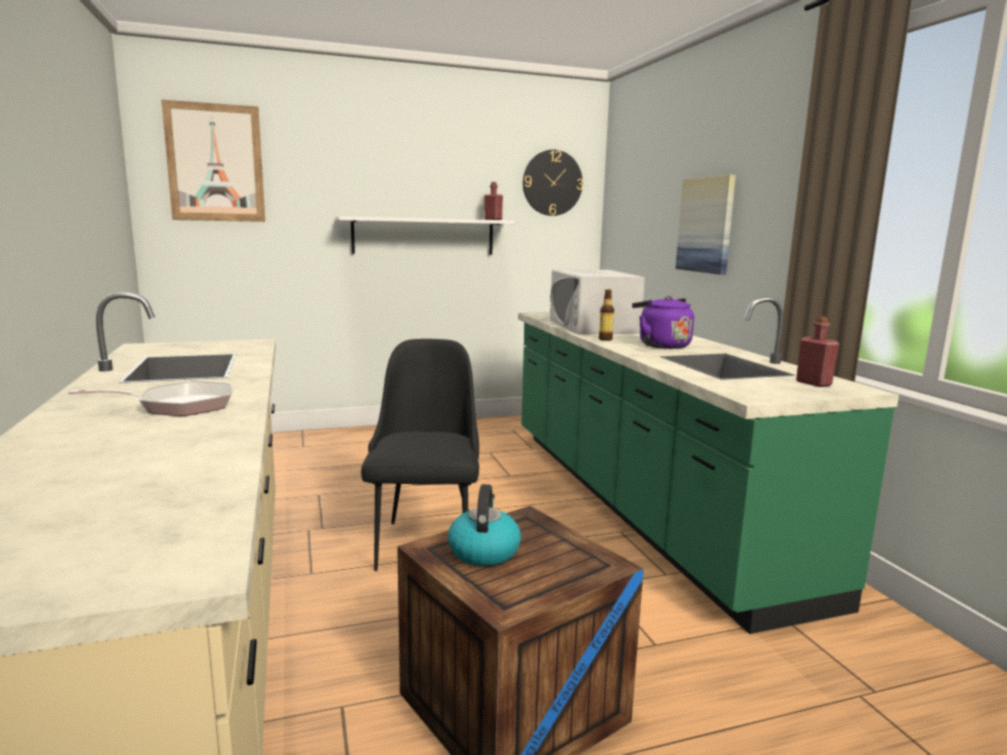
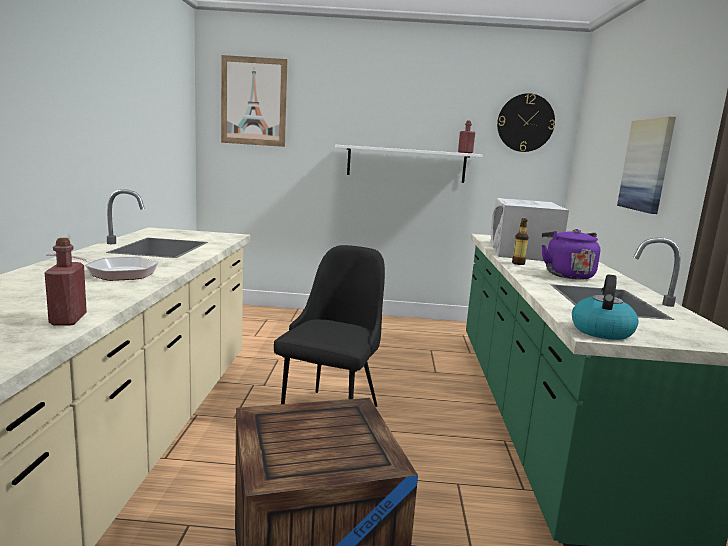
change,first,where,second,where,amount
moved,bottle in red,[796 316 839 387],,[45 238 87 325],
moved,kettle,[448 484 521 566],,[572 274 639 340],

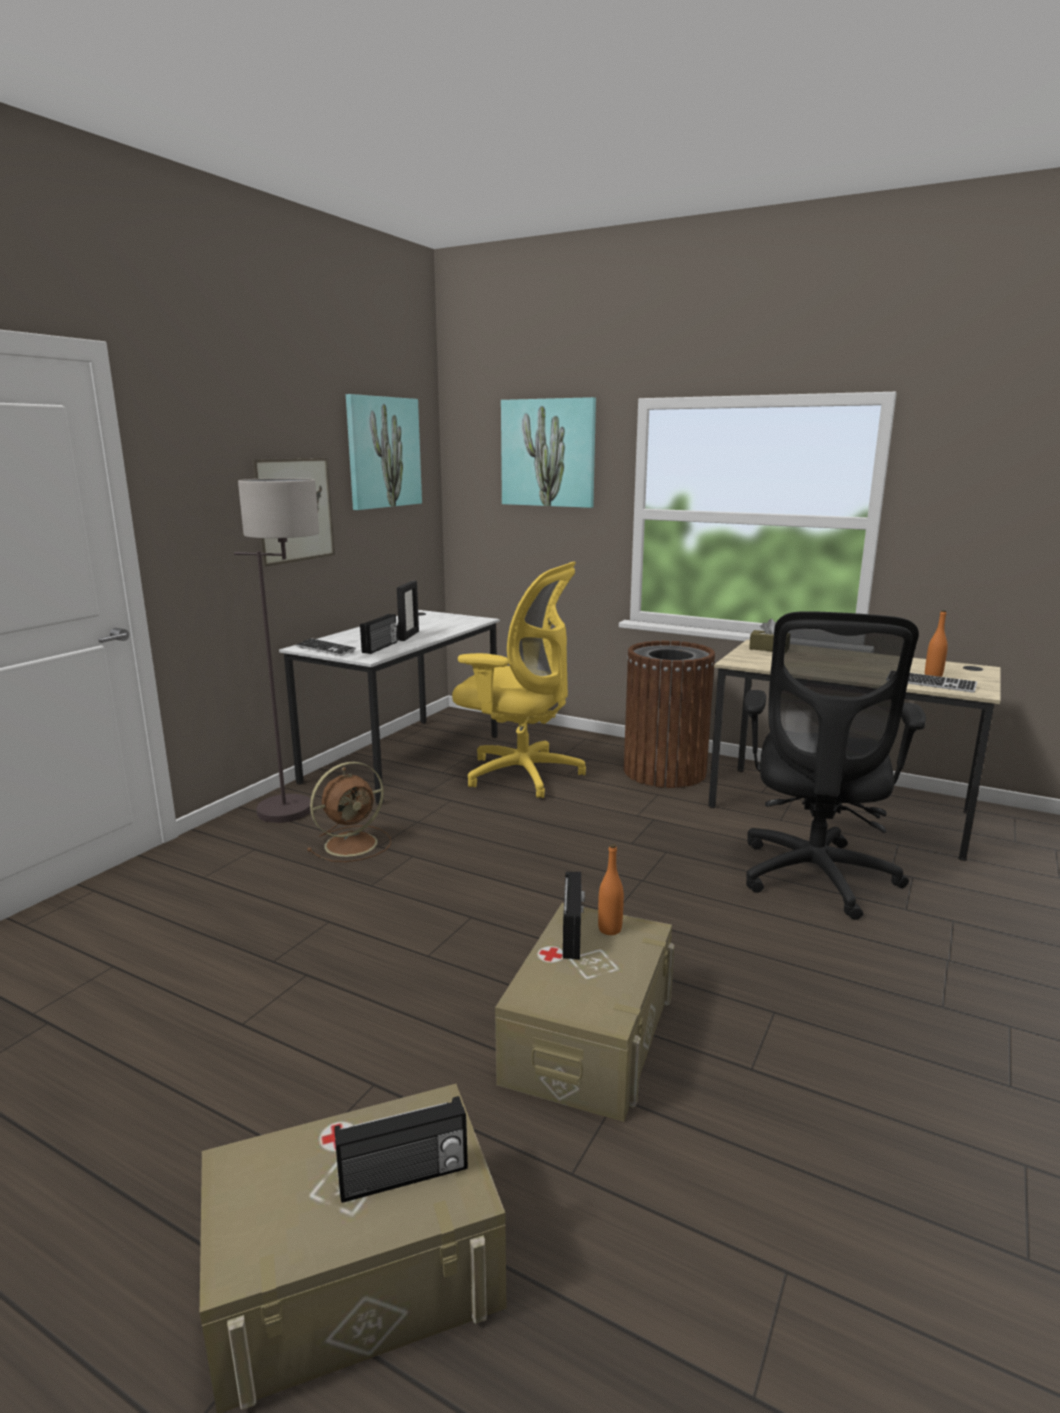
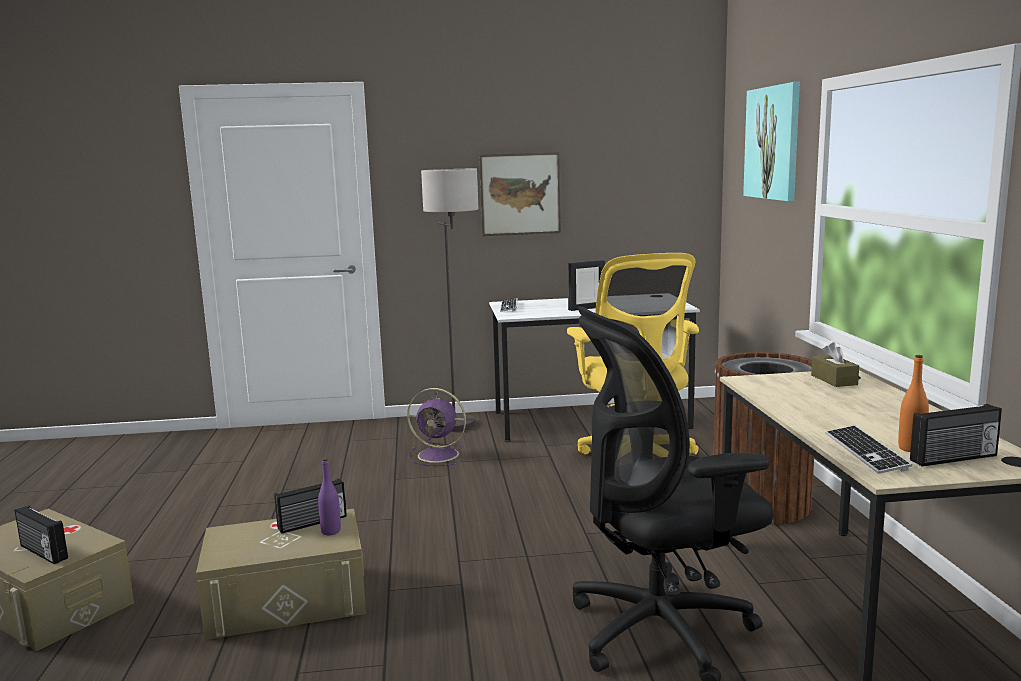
change,first,where,second,where,amount
recoloured,bottle in orange,[598 844 624 935],bottle in purple,[318 458 341 535],
recoloured,fan in brown,[307 762 391 862],fan in purple,[407 388 470 466],
moved,radio,[360 614 397 654],,[910 404 1002 467],
removed,picture,[346 394 422 510],,,

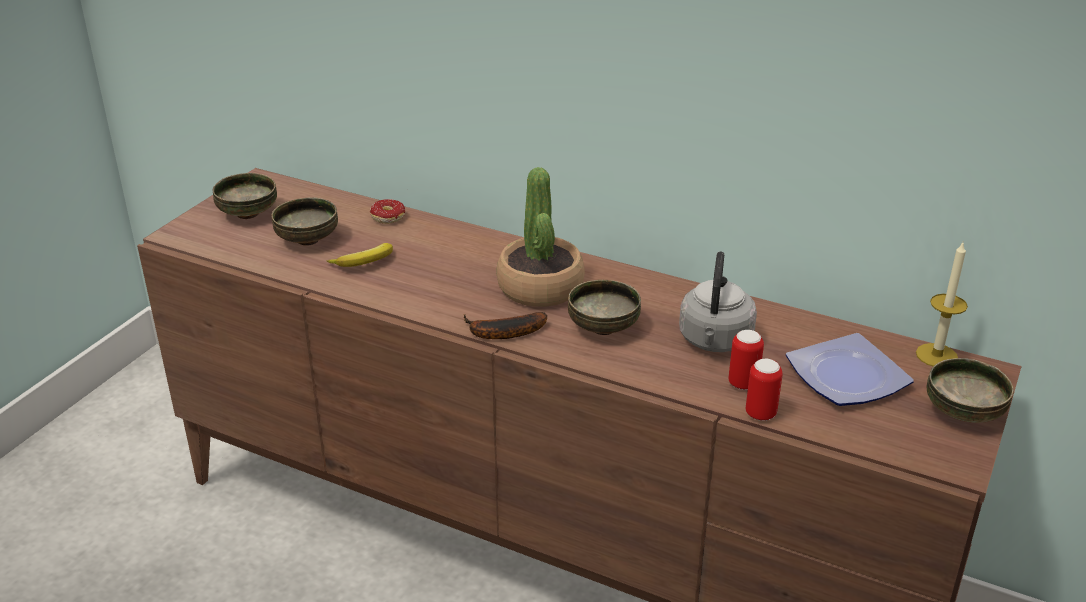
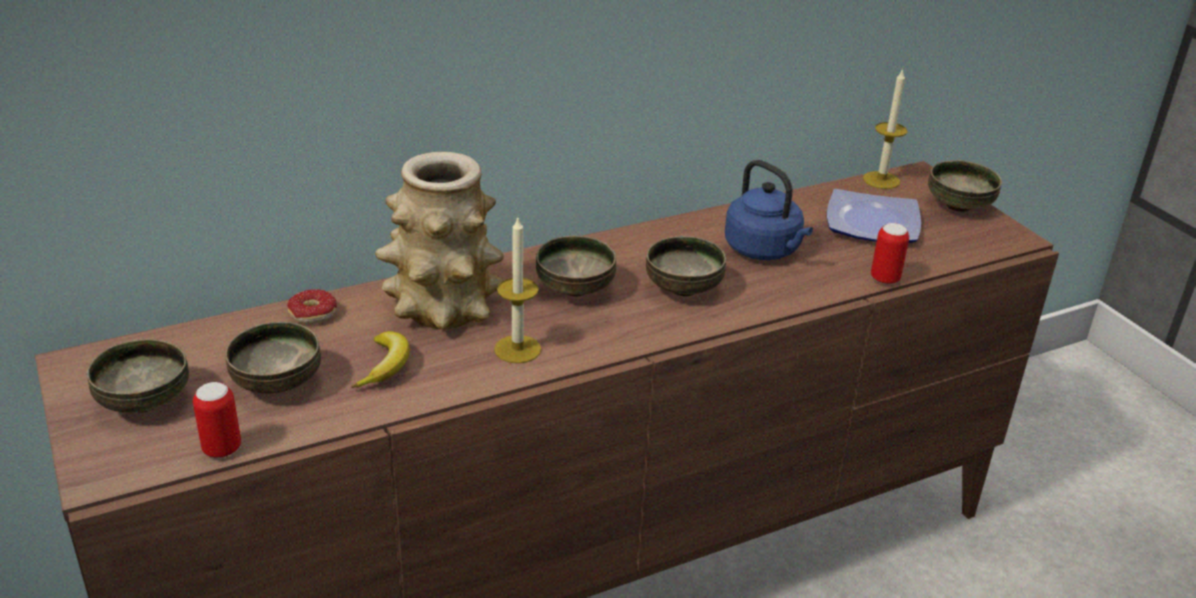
change,first,where,second,where,amount
moved,can,[728 330 764 390],,[193 382 241 458],
added,,,vase,[375 152 504 329],
added,,,candle,[494 218 541 364],
replaced,potted plant,[497 167 585 307],bowl,[536 236 616 297],
recoloured,kettle in grey,[679 251 757 352],kettle in blue,[725 160 813 260],
removed,banana,[464 312 547 339],,,

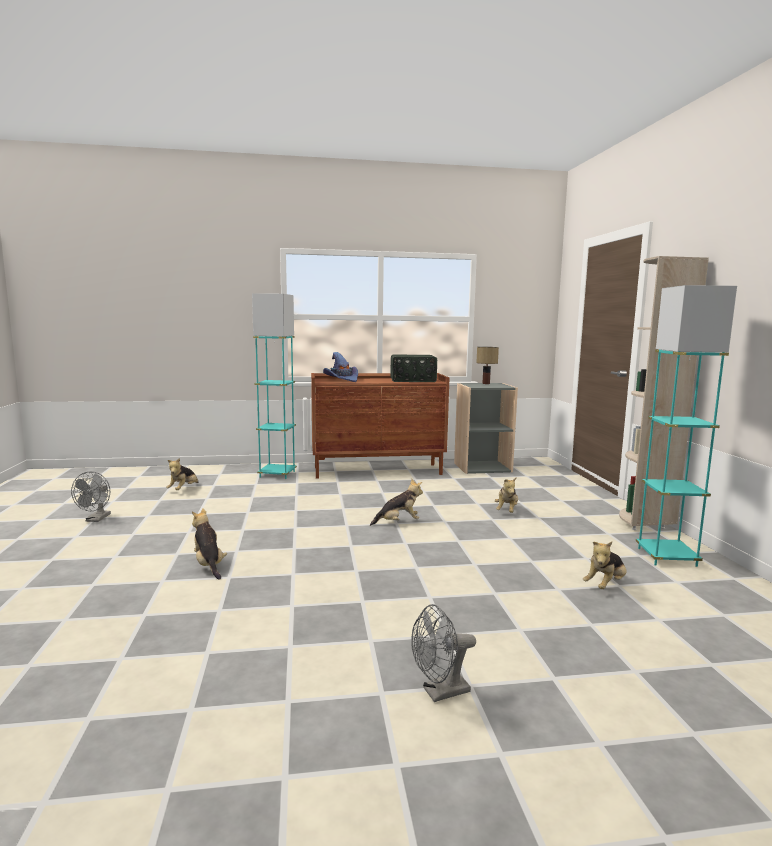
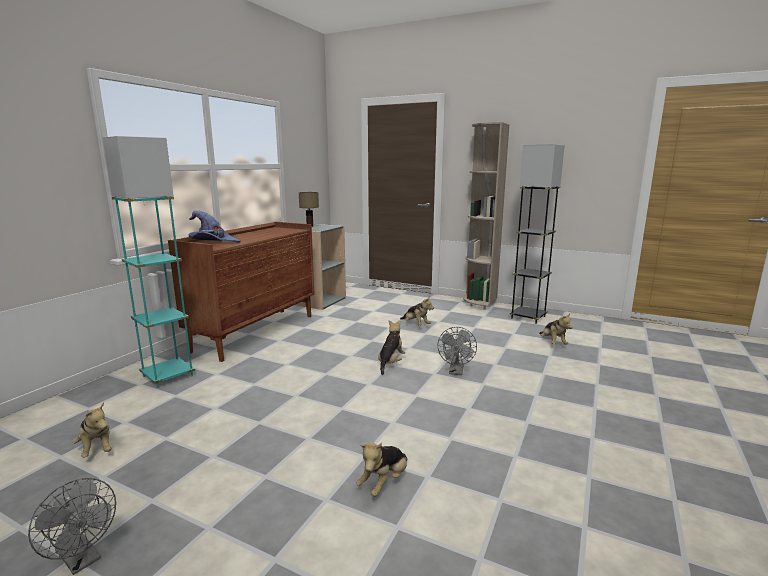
change,first,where,second,where,amount
turned,plush toy,[192 508 227 580],,[356 443 408 497],60 degrees counterclockwise
moved,fan in grey,[411 604 476 702],,[437 327 477 375],
recoloured,floor lamp in turquoise,[636 285 737 567],floor lamp in black,[510 144 565 324],
removed,radio,[390 354 437 382],,,

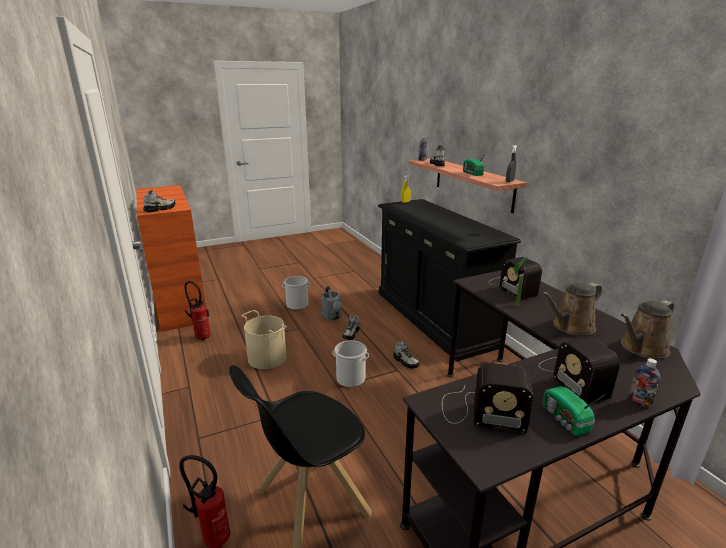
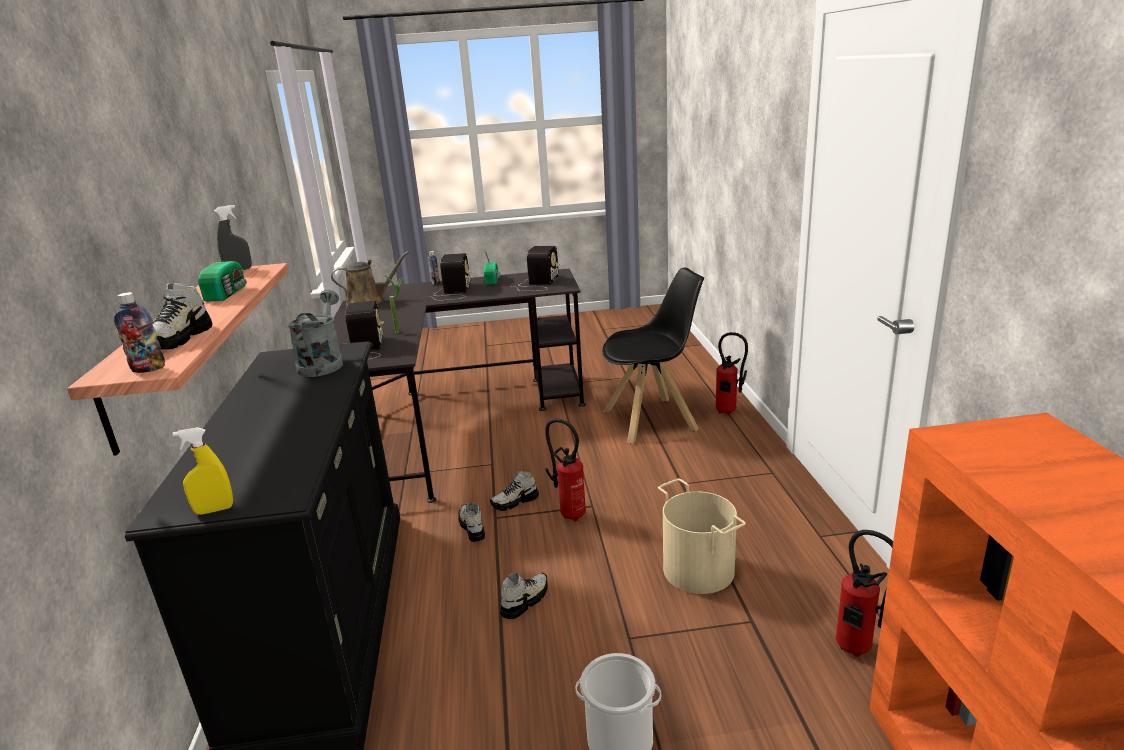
change,first,where,second,where,amount
moved,watering can in grey,[321 286 342 320],,[288 290 343 377],
moved,shoe,[143 190 176 212],,[490 470 539 511],
turned,radio,[442 363 534 433],,[511 246 560 291],75 degrees clockwise
replaced,bucket,[332 340 369 388],fire extinguisher,[545 419 586 521],
removed,watering can in brown,[542 283 602 335],,,

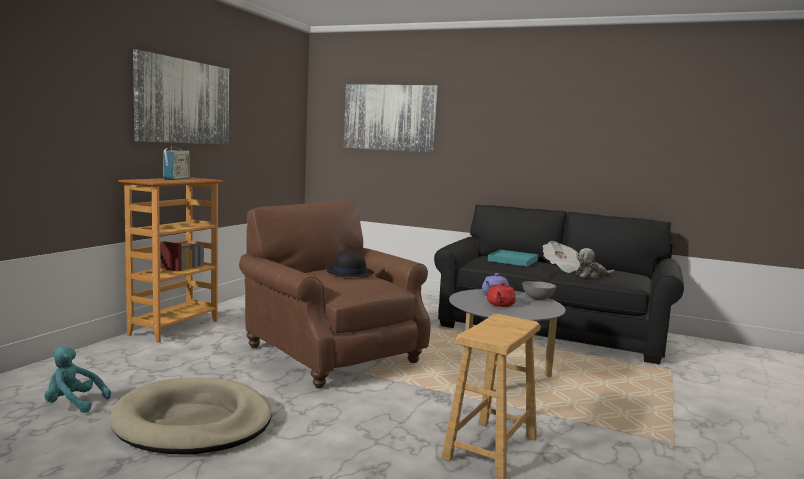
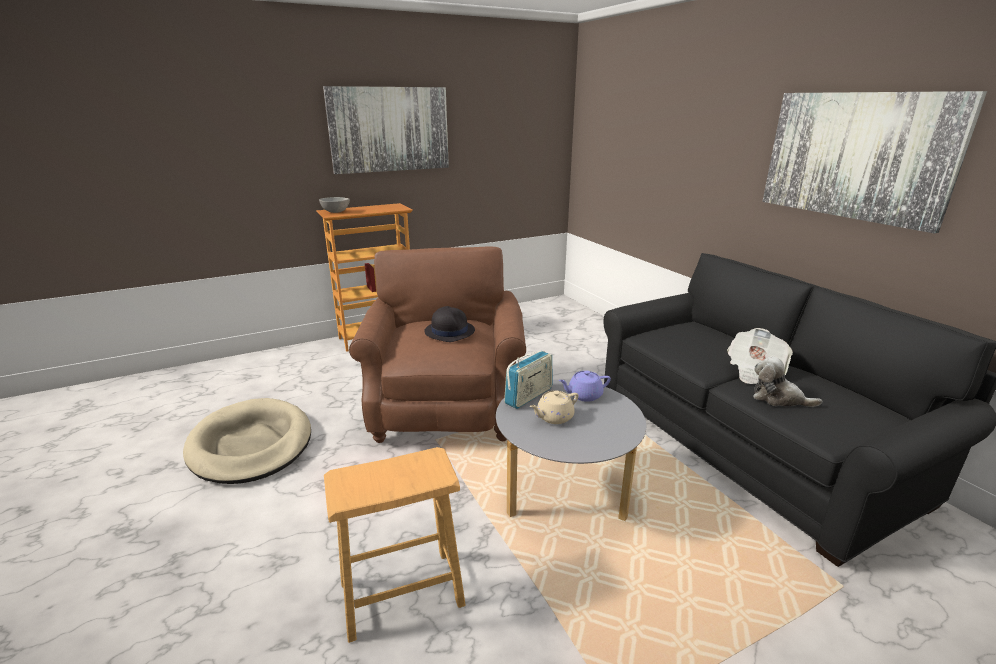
change,first,where,second,where,amount
moved,bowl in grey,[522 281 556 300],,[319 197 350 213],
moved,radio,[163 143 190 180],,[504 351 552 409],
recoloured,teapot in red,[487 282 516 307],teapot in beige,[530 390 578 424],
moved,picture,[344 84 438 153],,[762 91 987 234],
removed,plush toy in turquoise,[44 346 111 413],,,
removed,tray in turquoise,[488 250 538 267],,,

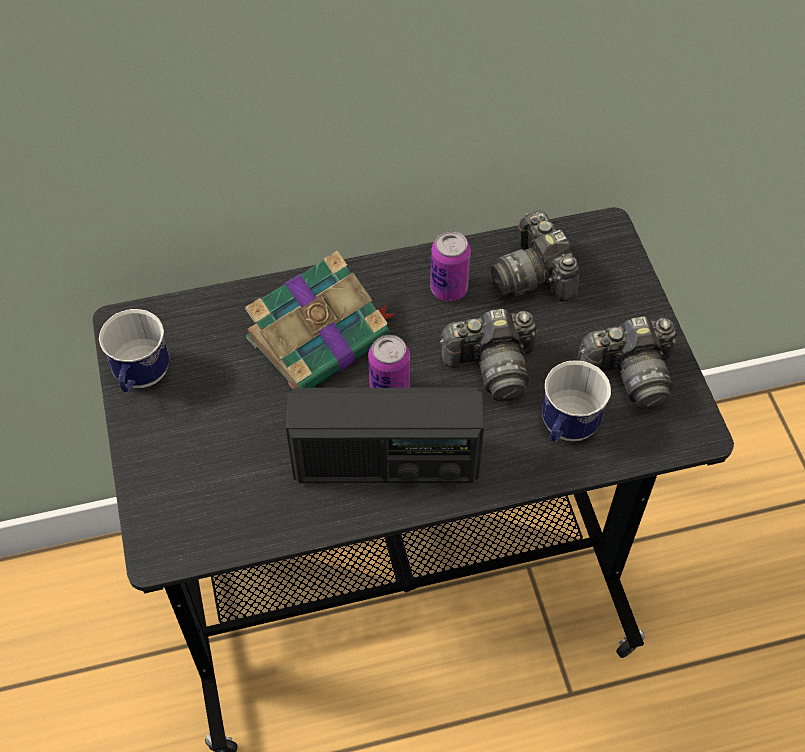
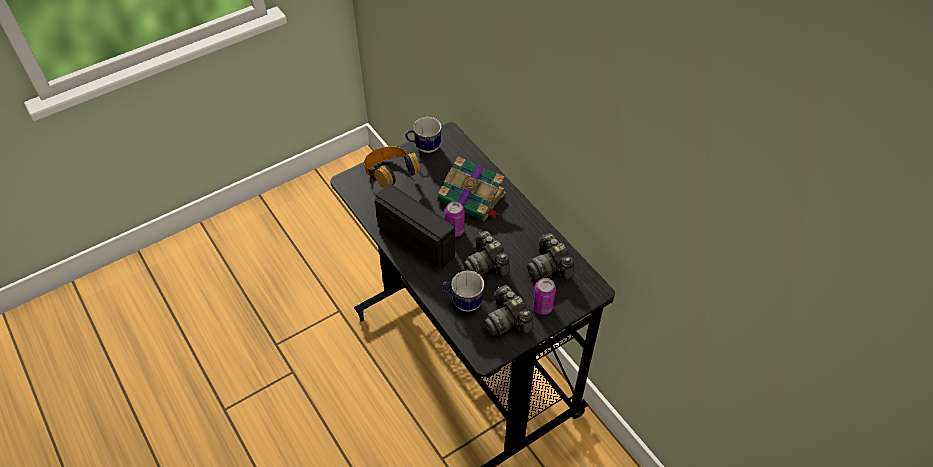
change,first,where,second,where,amount
added,,,headphones,[364 146 421 187],
turned,radio,[286 388 484 483],,[375 184 455 268],150 degrees clockwise
turned,photo camera,[491 211 579 302],,[527 233 574 280],75 degrees counterclockwise
moved,can,[430 231 471 301],,[533 278 556 315],

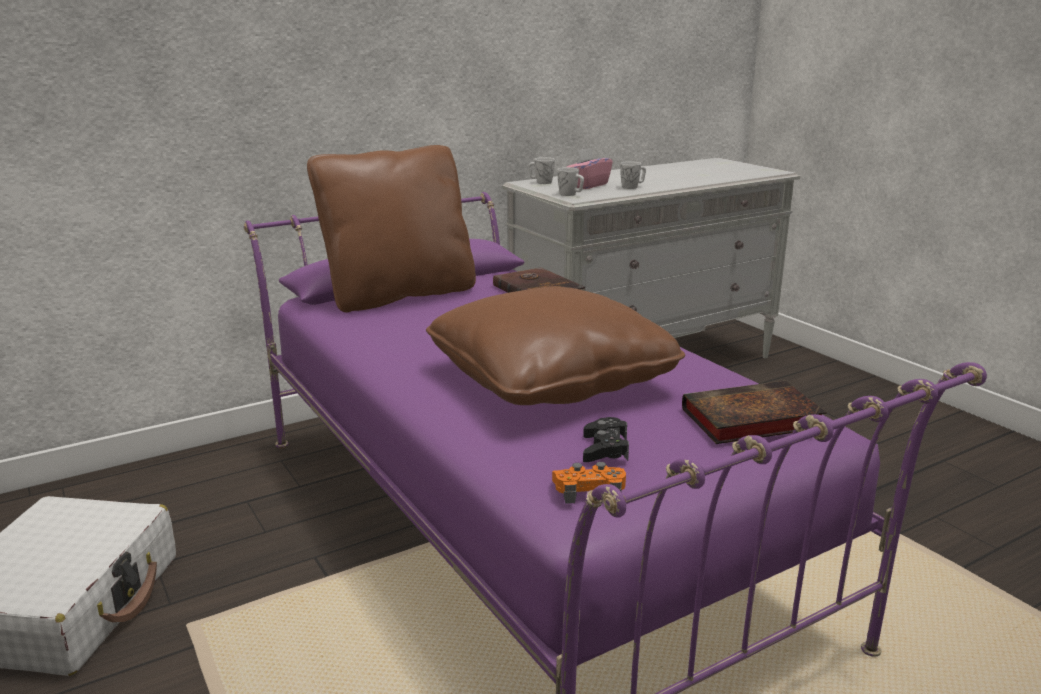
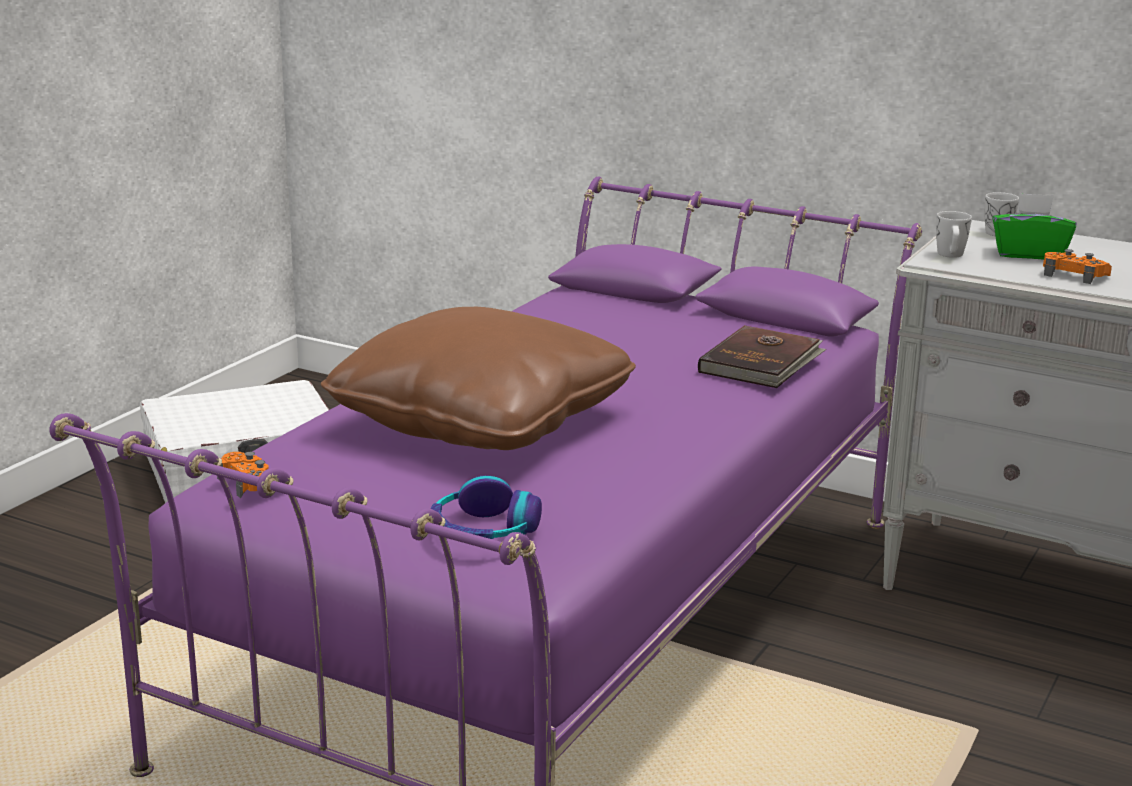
change,first,where,second,where,amount
replaced,book,[682 381 827 444],headphones,[431 475 542 539],
recoloured,tissue box in pink,[567 148 613 189],tissue box in green,[992 193 1076 260],
replaced,mug in white,[620 161 646 189],game controller in orange,[1043 249 1112 284],
removed,pillow in brown,[307 145 476 312],,,
removed,game controller in black,[583 417 629 462],,,

